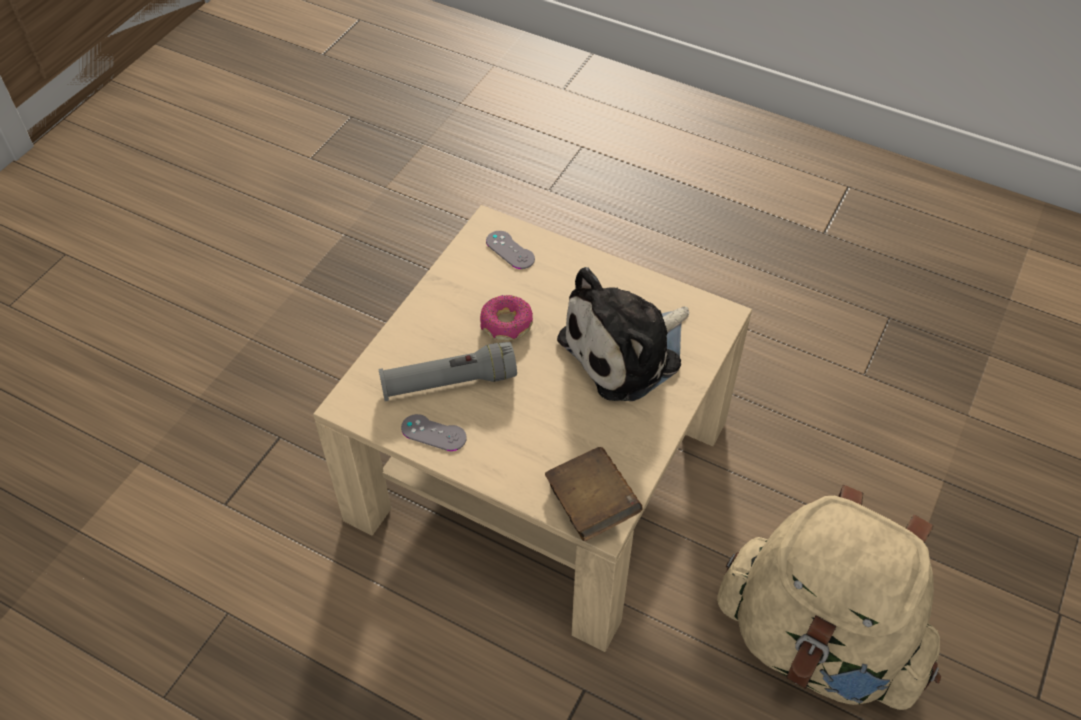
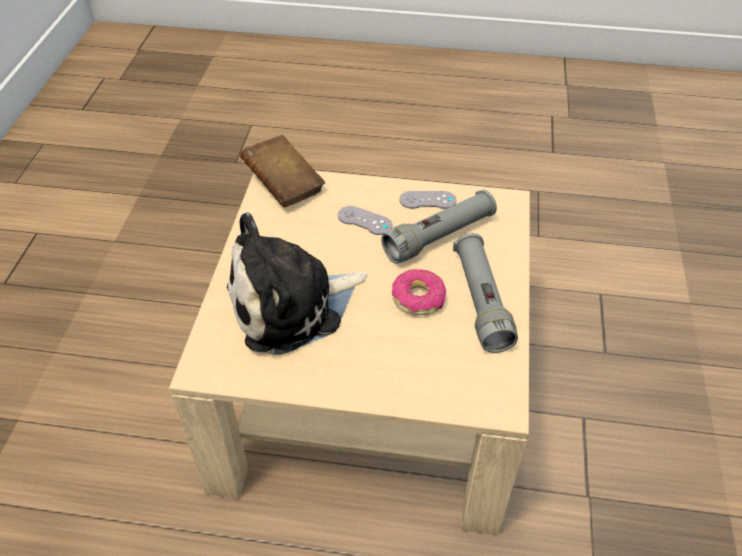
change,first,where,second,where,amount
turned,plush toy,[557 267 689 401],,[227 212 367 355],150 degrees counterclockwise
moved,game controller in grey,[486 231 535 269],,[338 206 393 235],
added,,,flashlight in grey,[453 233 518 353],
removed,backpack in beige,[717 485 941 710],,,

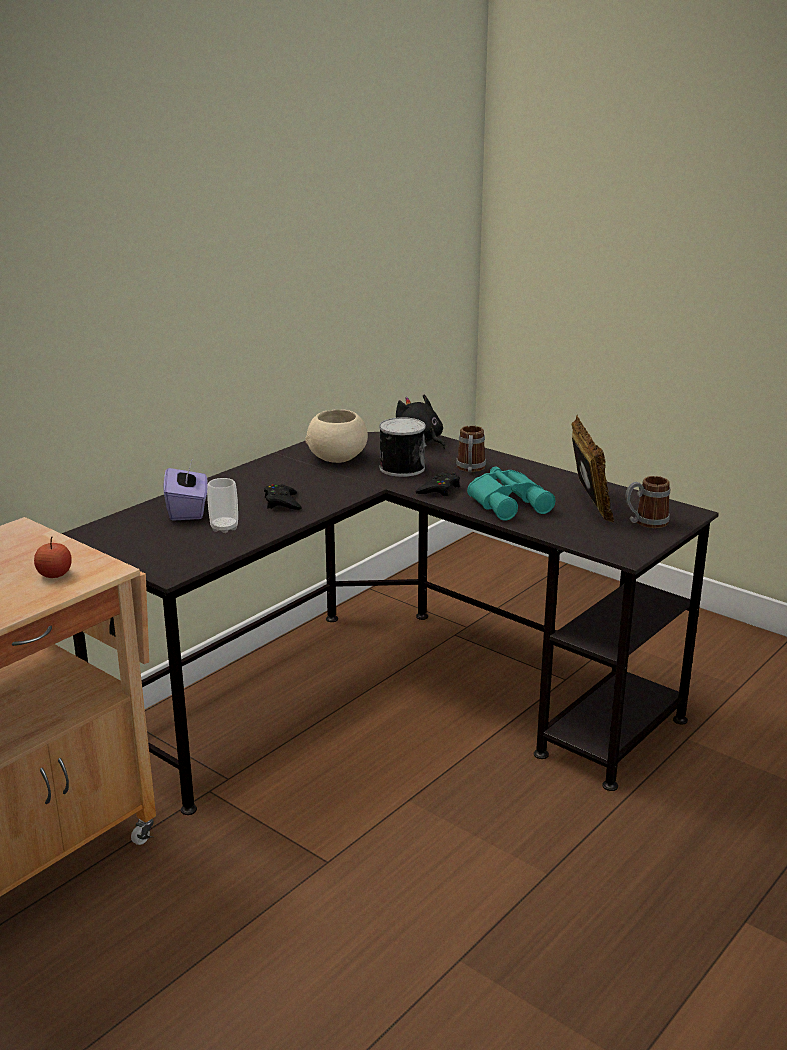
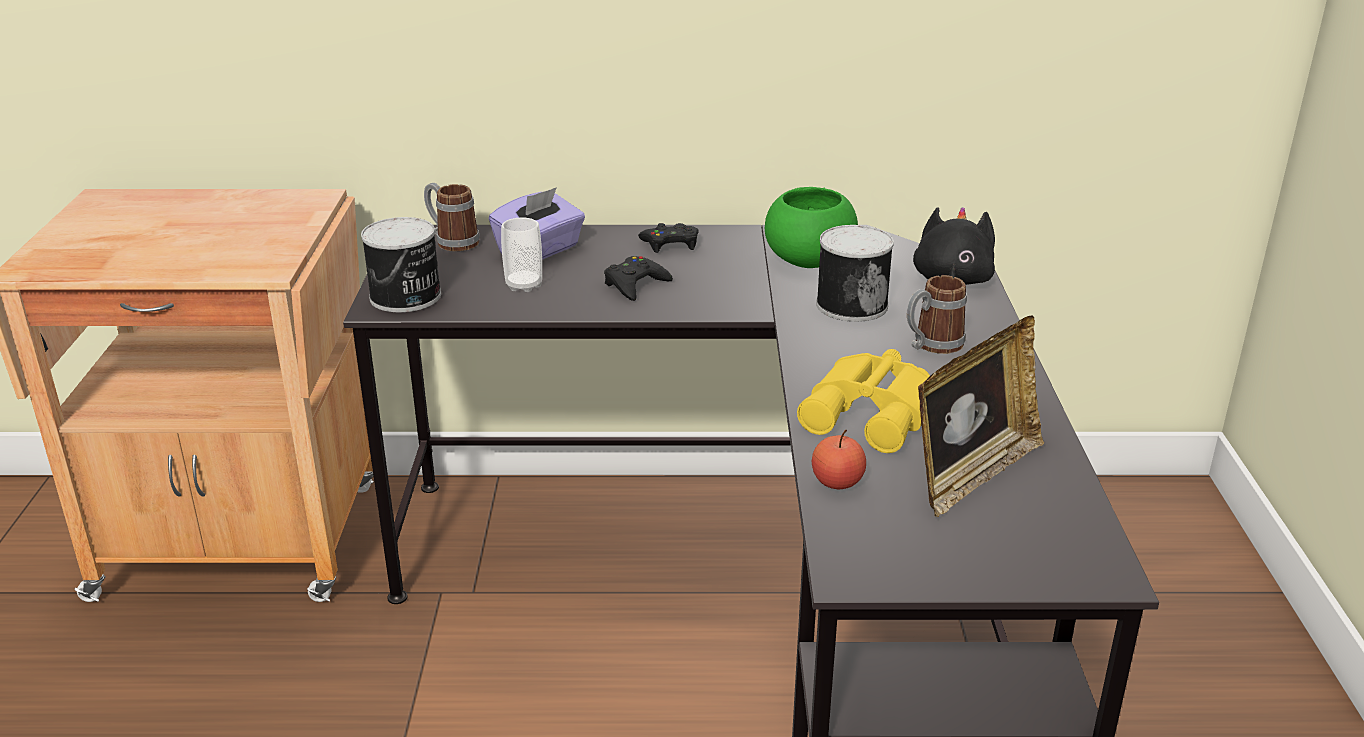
change,first,where,second,where,amount
added,,,can,[361 217 441 312],
moved,mug,[625 476 670 528],,[424 183 480 251],
moved,game controller in black,[416 472 460 496],,[638 223 699 253],
recoloured,bowl in beige,[305 410 368 463],bowl in green,[765 187 858 268],
recoloured,binoculars in turquoise,[467 467 555 521],binoculars in yellow,[797 349 930 453],
moved,apple,[34 536 72 578],,[812 429 866 489],

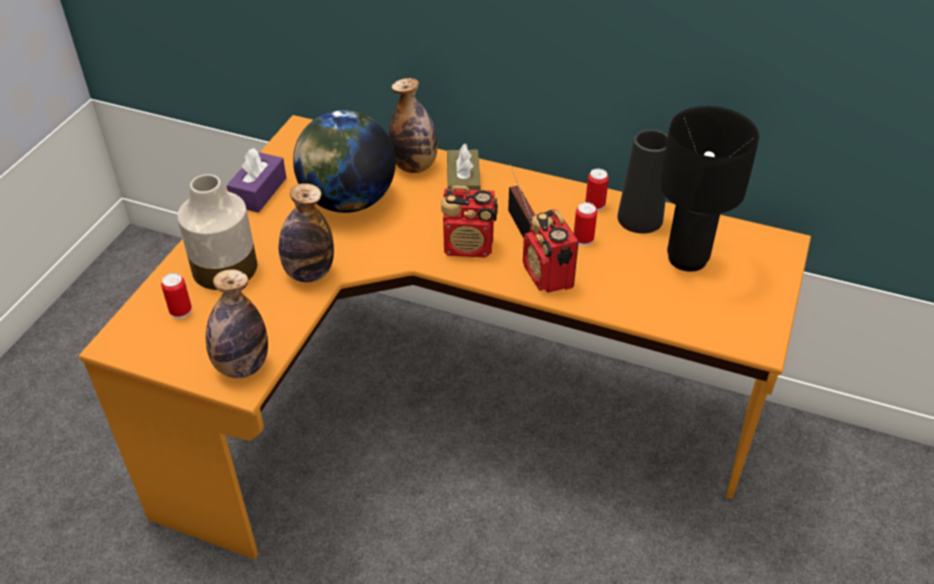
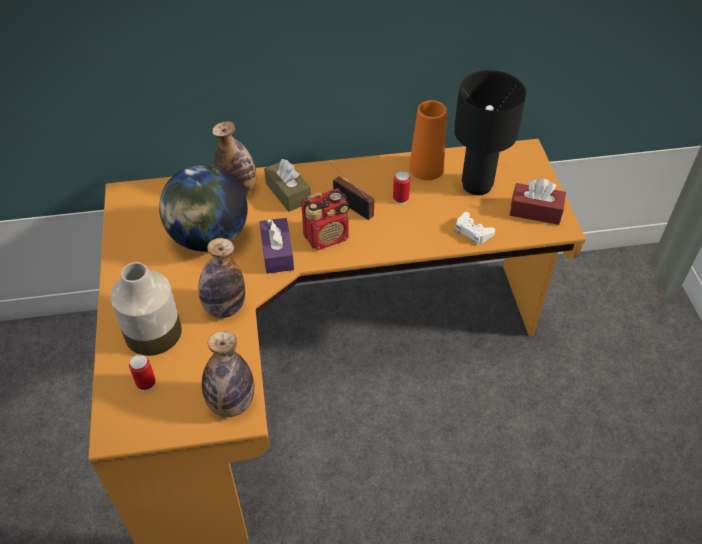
change,first,where,second,where,amount
moved,tissue box in purple,[226 148 286 213],,[259 218 294 274],
recoloured,vase in black,[617 129 668 234],vase in orange,[409 100 447 180],
added,,,game controller in white,[455 212 495 245],
added,,,tissue box in red,[510 179 566 225],
removed,radio,[523 209 579 293],,,
removed,can,[585 169 609 211],,,

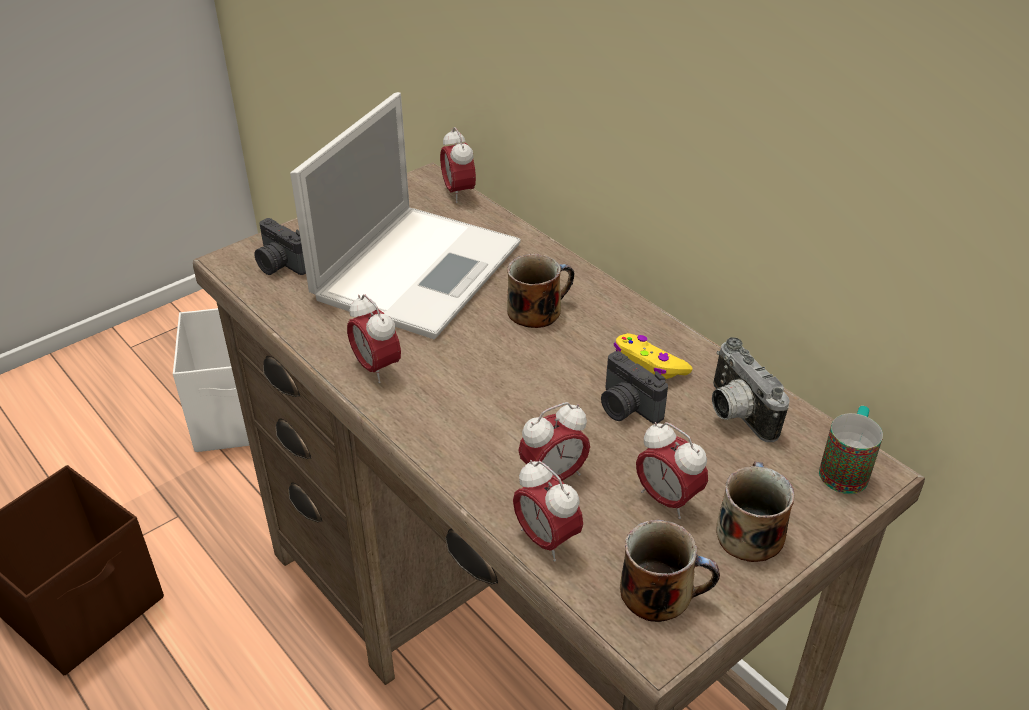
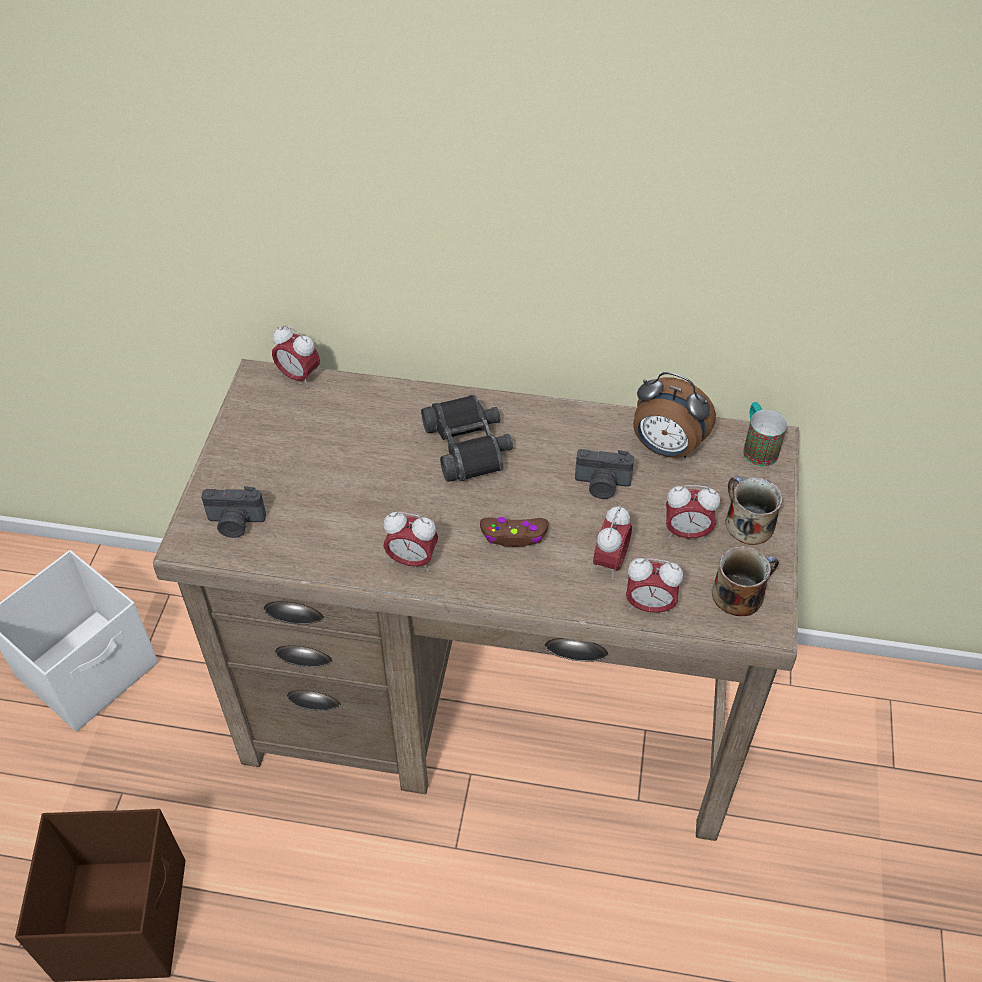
change,first,where,second,where,amount
replaced,mug,[507 253 575 328],binoculars in black,[421 395 513 482],
added,,,game controller in brown,[480 517 548 547],
replaced,photo camera,[712 337 790 442],alarm clock,[633 372 716 458],
removed,laptop,[290 92 521 339],,,
removed,game controller in yellow,[614 333 693 379],,,

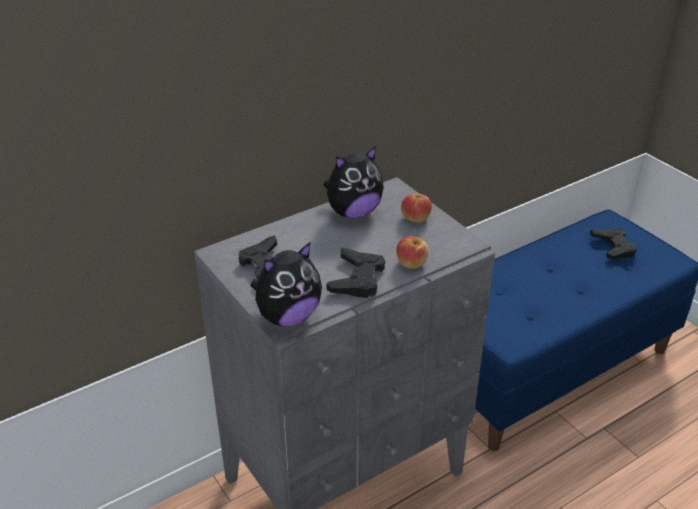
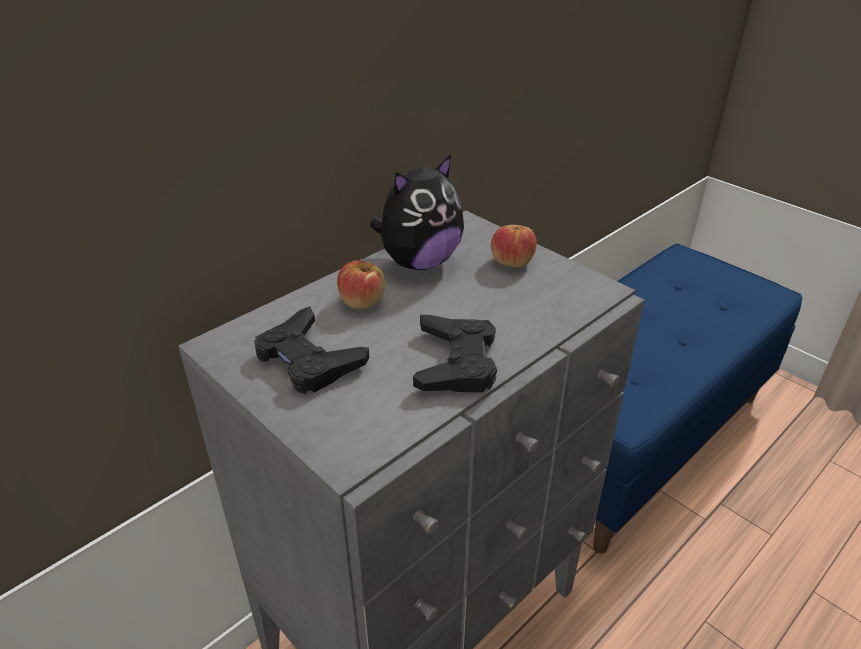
change,first,where,second,where,amount
moved,apple,[397 236 429 269],,[337 260 385 309],
removed,plush toy,[251 242 322 326],,,
removed,game controller in black,[590 228 637 259],,,

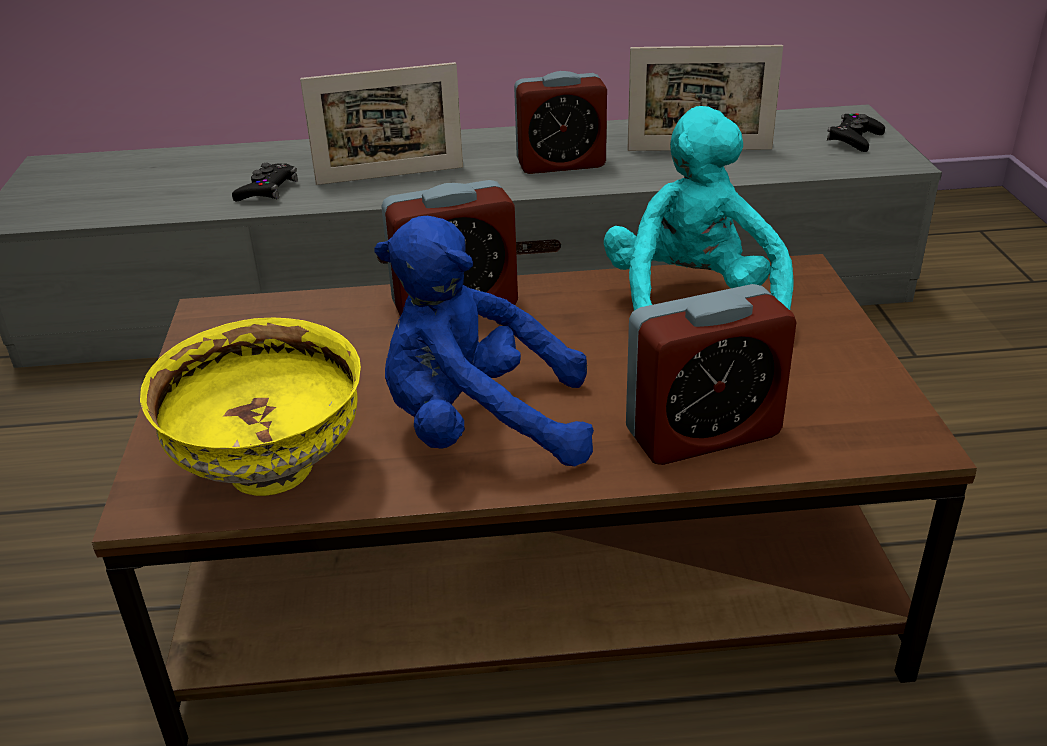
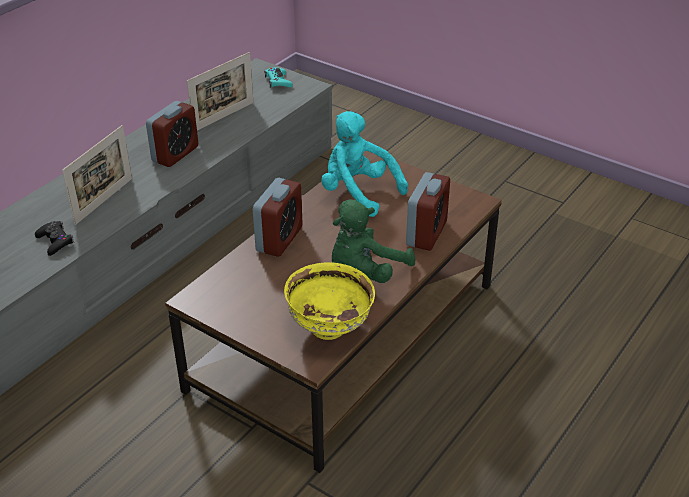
change,first,where,second,where,amount
recoloured,game controller in black,[827 113 885 152],game controller in turquoise,[264 68 293 88],
recoloured,plush toy in blue,[374 216 594 466],plush toy in green,[332 200 415 283],

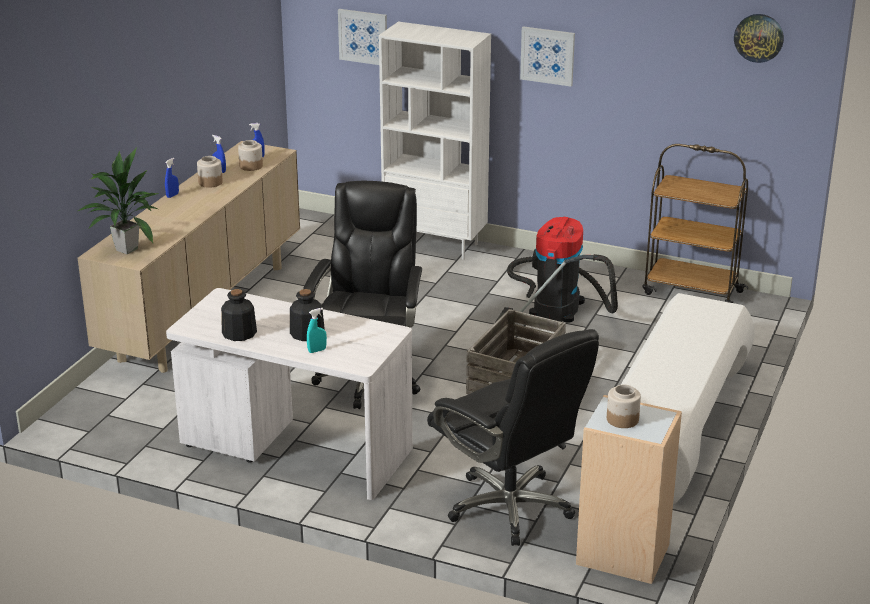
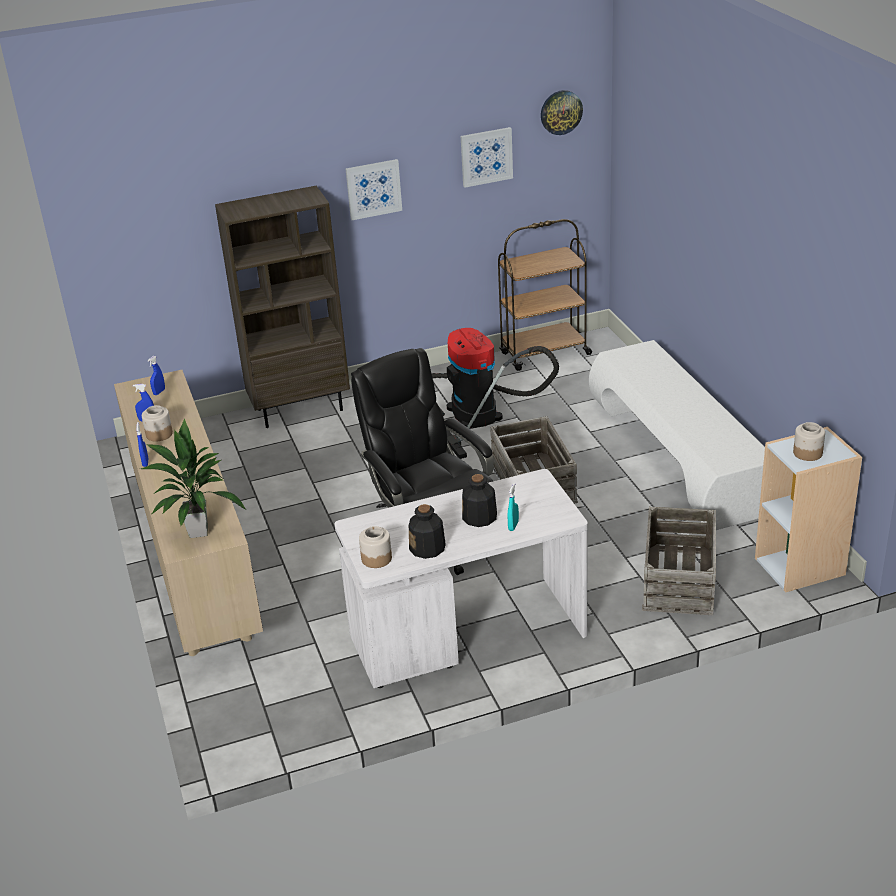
change,first,where,second,where,amount
recoloured,bookcase in white,[379 22 491 260],bookcase in brown,[215 186 350 428],
moved,jar,[238 140 263 171],,[359 526 392 568],
moved,picture,[338 9 387 65],,[461 127 513 188],
replaced,office chair in black,[427 329 599 546],crate,[642 507 716 615],

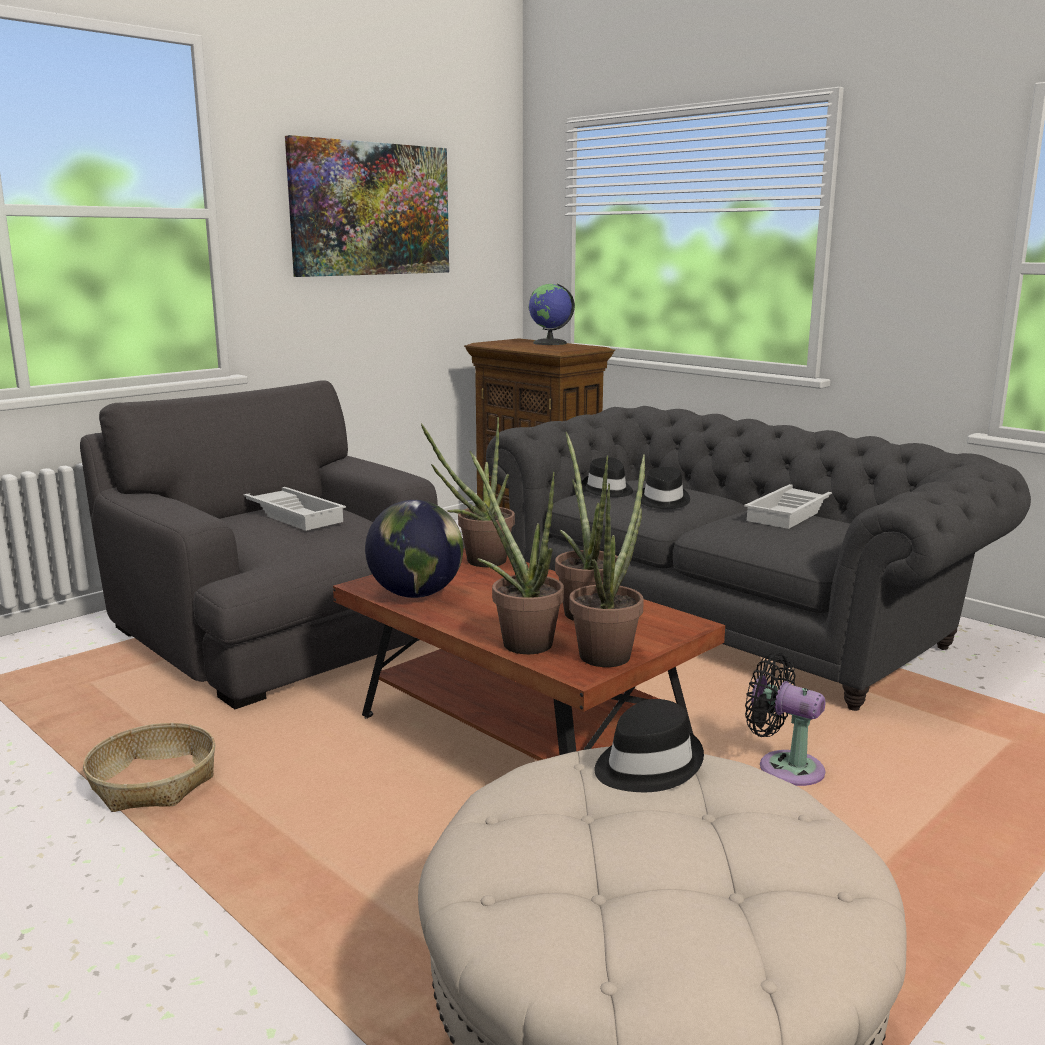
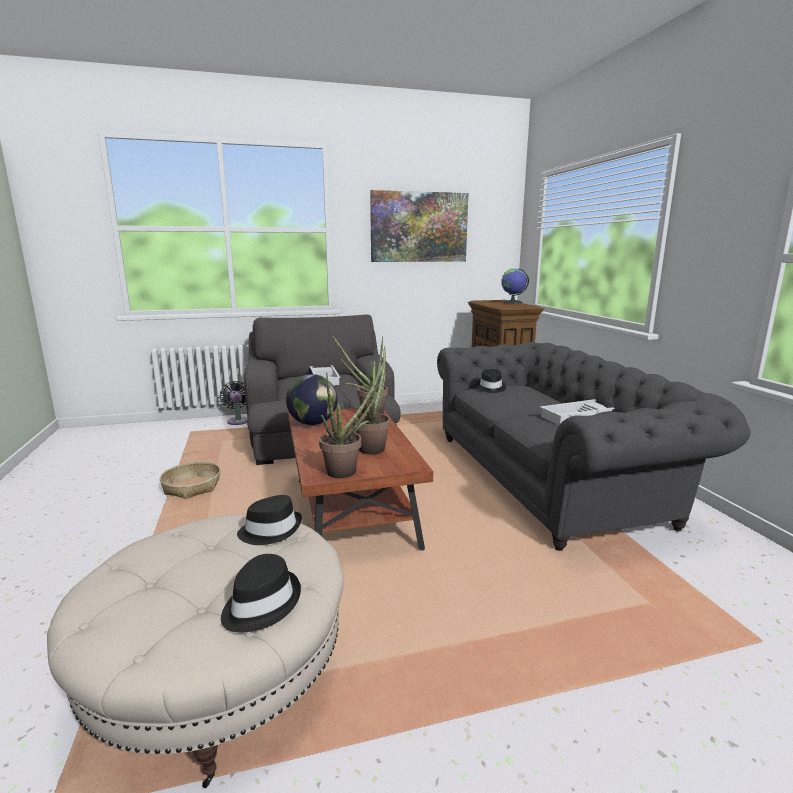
change,first,where,second,where,amount
moved,fan in black,[745 653 825 786],,[220 381 248 425],
moved,hat in black,[641 467 690 509],,[221 554 301 632],
removed,potted plant,[469 451 564 654],,,

